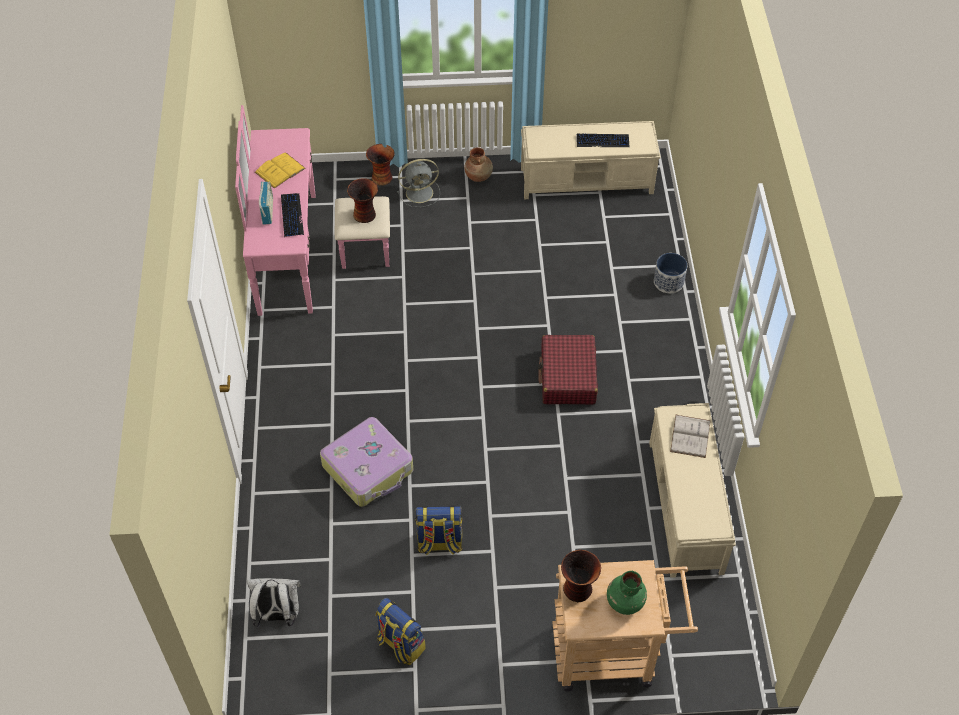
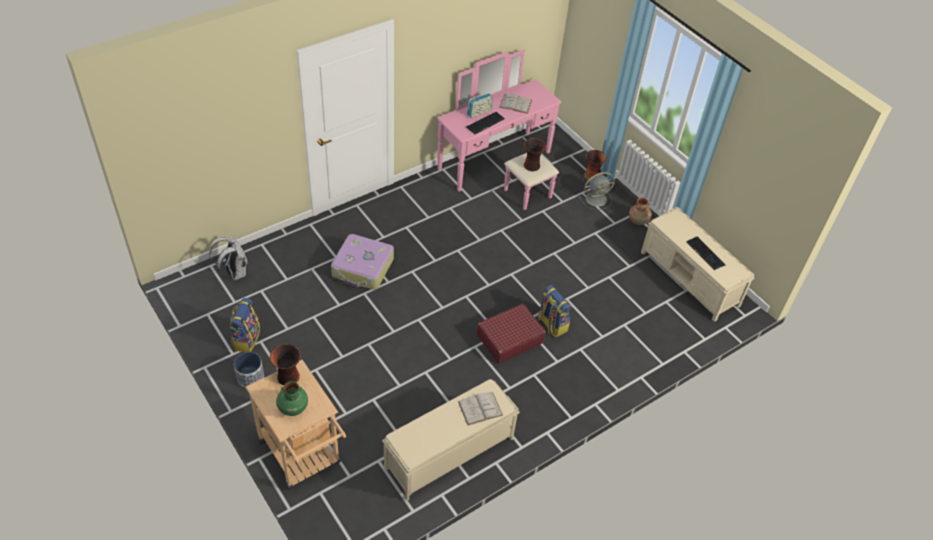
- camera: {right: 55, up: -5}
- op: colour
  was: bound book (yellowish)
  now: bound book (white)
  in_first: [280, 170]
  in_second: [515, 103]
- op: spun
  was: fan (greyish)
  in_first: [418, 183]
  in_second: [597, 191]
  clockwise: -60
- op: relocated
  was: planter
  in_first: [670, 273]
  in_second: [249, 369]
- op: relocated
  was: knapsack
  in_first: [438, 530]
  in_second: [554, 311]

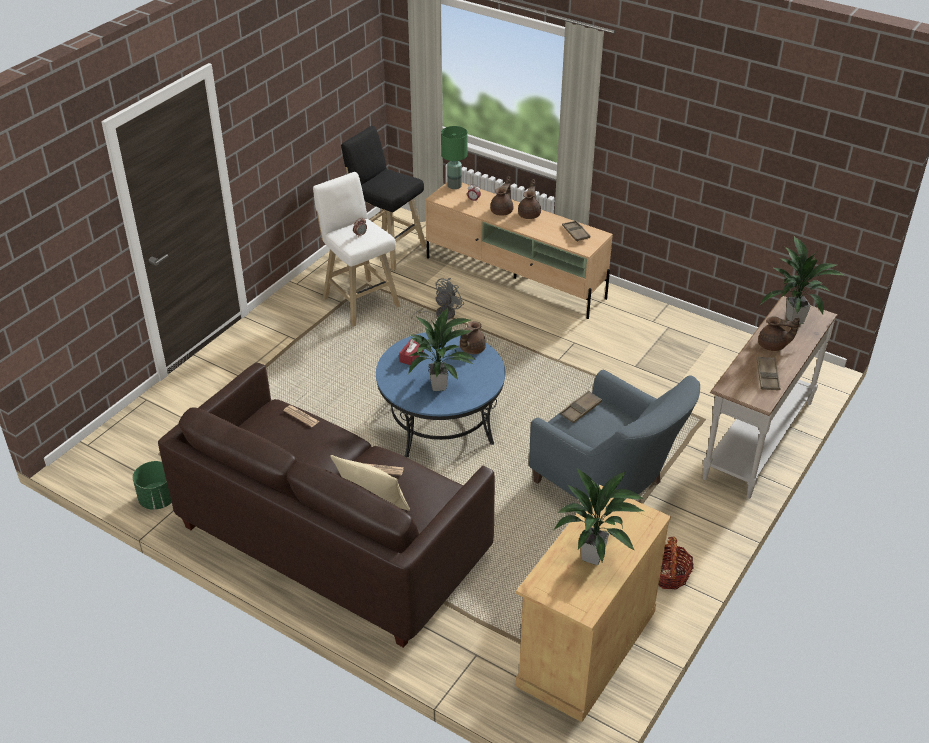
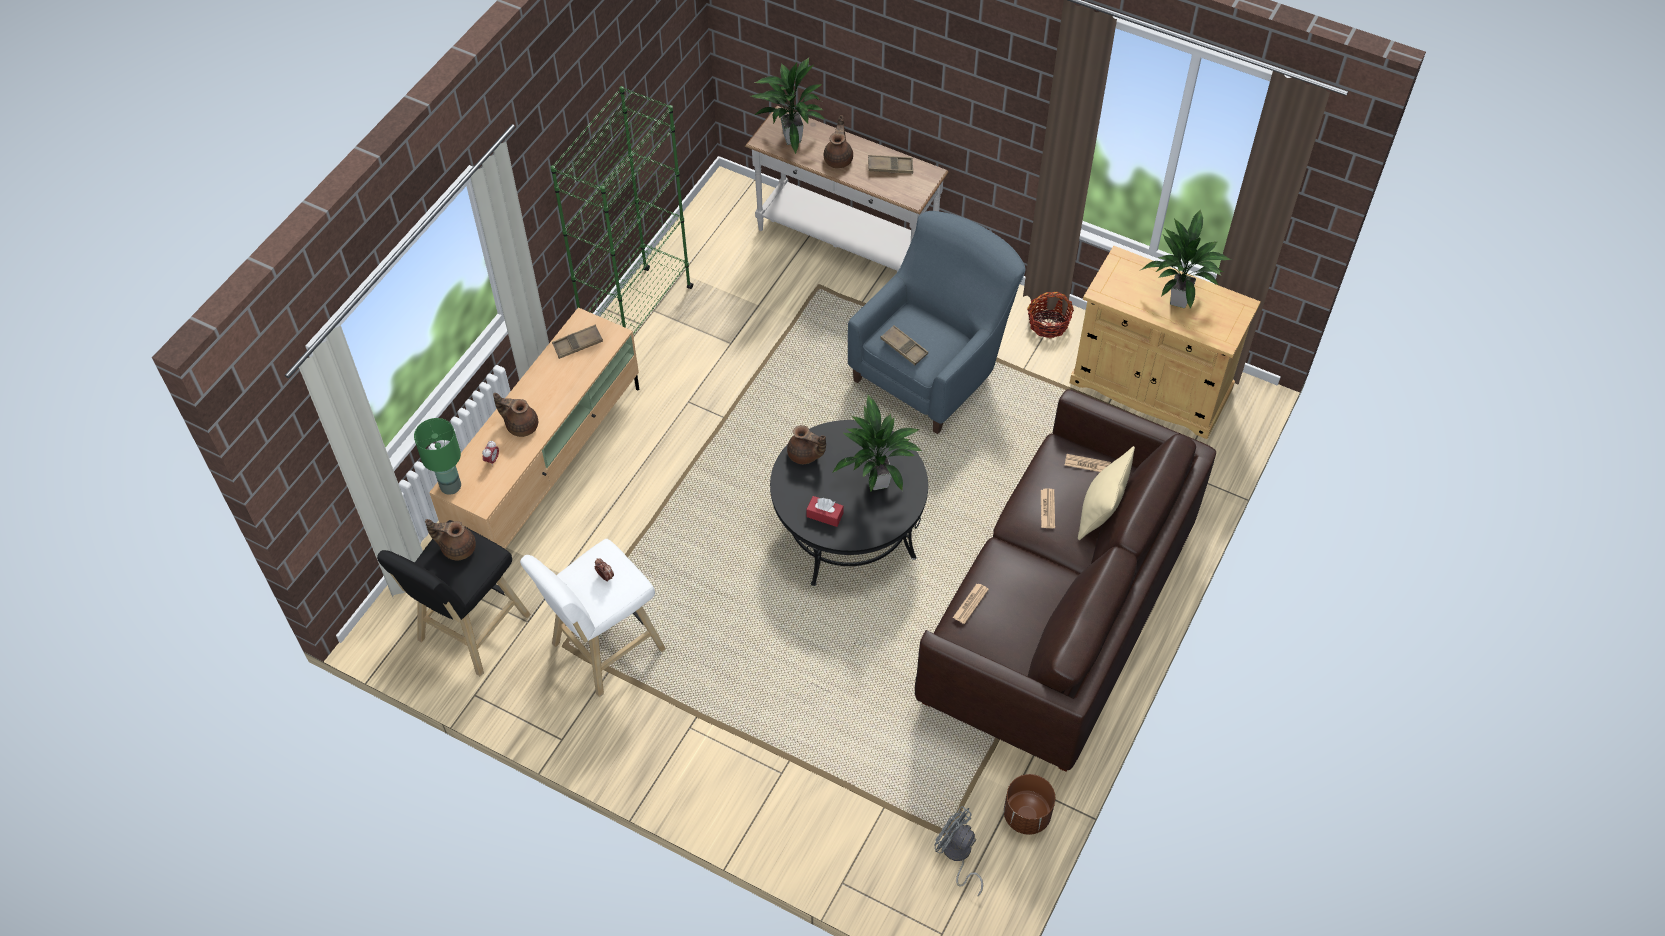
- camera: {right: -95, up: 15}
- op: relocated
  was: tea pot (brownish)
  in_first: [529, 199]
  in_second: [450, 540]
- op: relocated
  was: fan (greyish)
  in_first: [437, 299]
  in_second: [958, 851]
- op: colour
  was: low table (blue)
  now: low table (black-coloured)
  in_first: [440, 394]
  in_second: [849, 503]
- op: colour
  was: planter (green-coloured)
  now: planter (brownish)
  in_first: [152, 485]
  in_second: [1029, 804]
- op: appeared
  now: bookshelf (green-coloured)
  in_second: [621, 210]
- op: appeared
  now: daily paper
  in_second: [1088, 463]

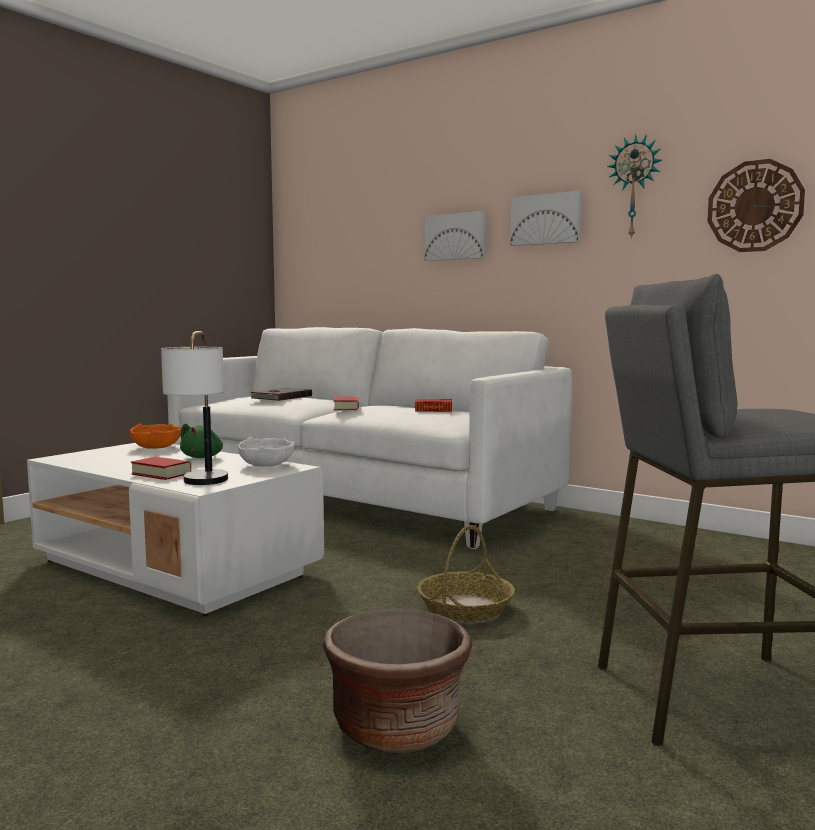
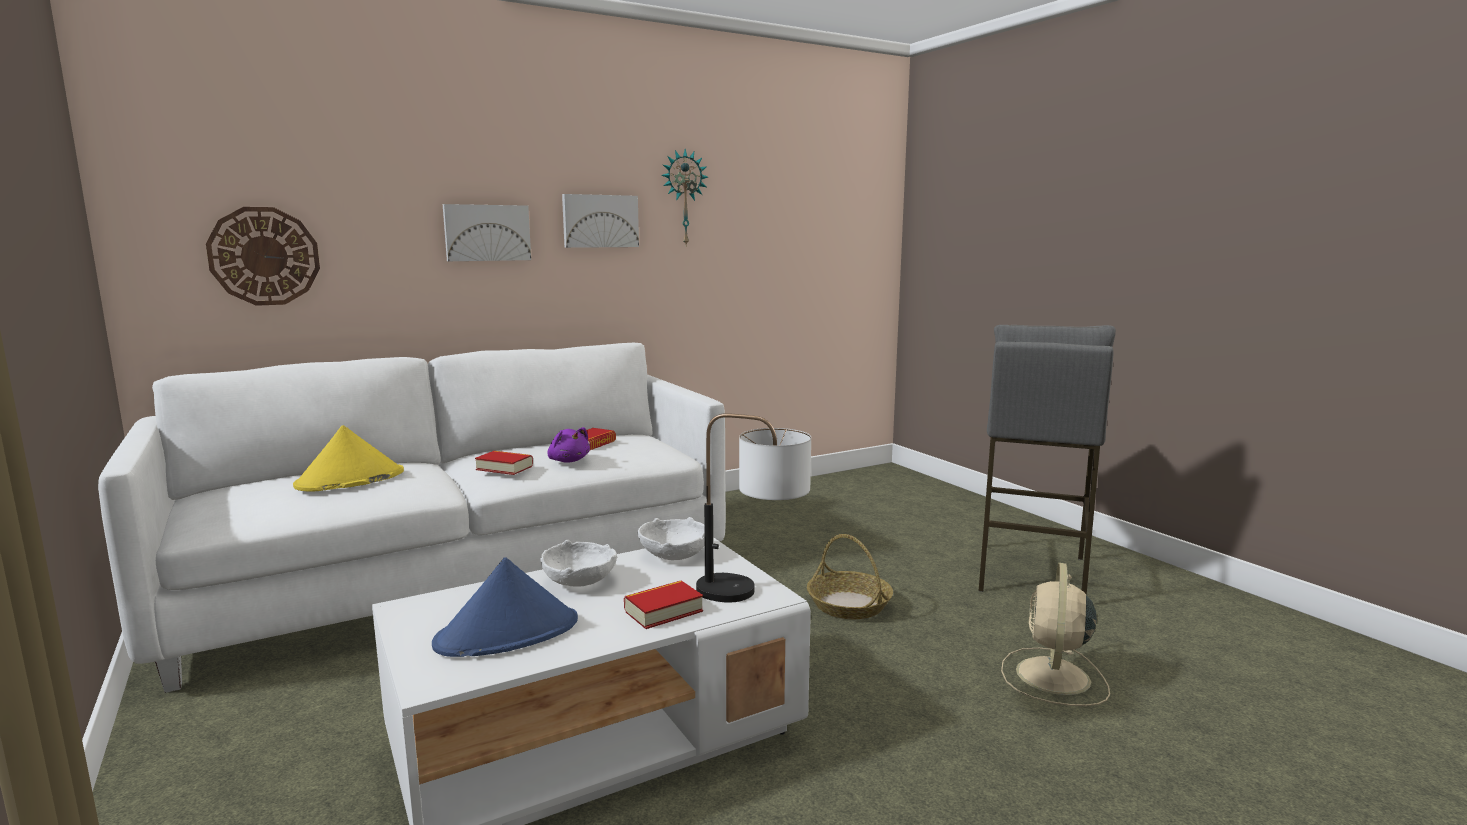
- camera: {right: -65, up: 5}
- op: relocated
  was: clock on the wall
  in_first: [756, 205]
  in_second: [263, 256]
- op: exchanged
  was: bound book (brownish)
  now: clothing hat (yellowish)
  in_first: [280, 394]
  in_second: [348, 458]
- op: missing
  was: bowl (orange)
  in_first: [156, 436]
- op: exchanged
  was: cuddly toy (green-coloured)
  now: bowl (white)
  in_first: [201, 441]
  in_second: [578, 563]
- op: exchanged
  was: planter (brownish)
  now: fan (beige-coloured)
  in_first: [397, 680]
  in_second: [1055, 634]
- op: appeared
  now: cuddly toy (purple)
  in_second: [568, 445]
- op: appeared
  now: clothing hat (blue)
  in_second: [505, 607]

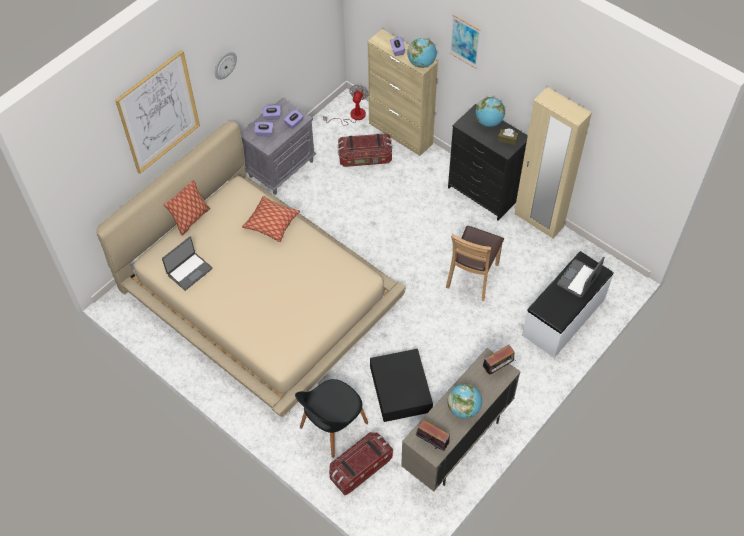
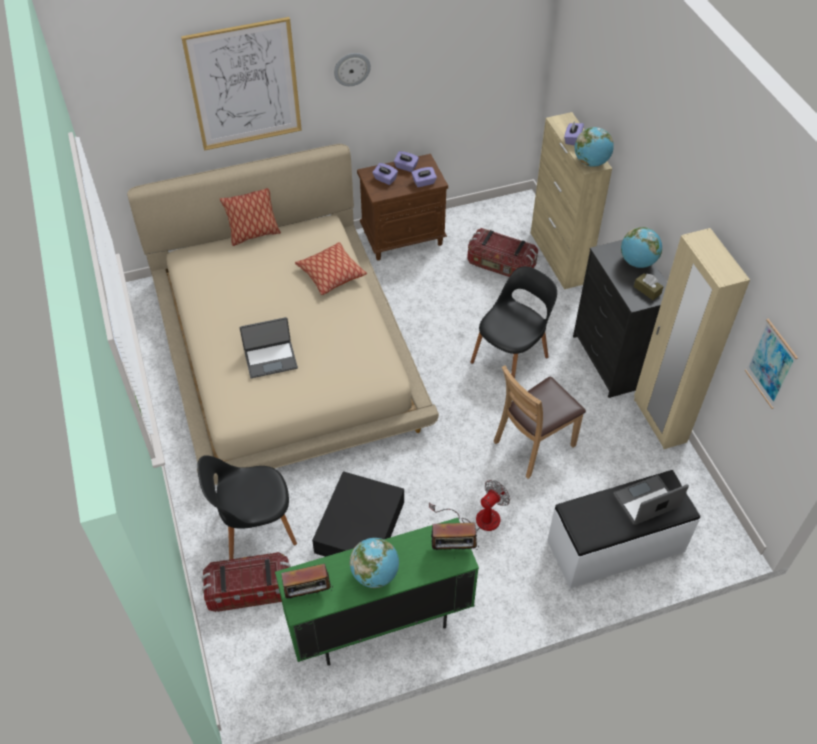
- camera: {right: 30, up: -5}
- op: relocated
  was: wall picture
  in_first: [465, 41]
  in_second: [771, 364]
- op: relocated
  was: fan
  in_first: [345, 105]
  in_second: [469, 505]
- op: colour
  was: nightstand (greyish)
  now: nightstand (brownish)
  in_first: [278, 146]
  in_second: [402, 207]
- op: relocated
  was: notebook computer
  in_first: [187, 264]
  in_second: [269, 347]
- op: colour
  was: storage cabinet (beige-coloured)
  now: storage cabinet (green-coloured)
  in_first: [461, 420]
  in_second: [377, 592]
- op: spun
  was: radio set
  in_first: [433, 435]
  in_second: [307, 581]
  clockwise: 105
- op: appeared
  now: upright chair (black-coloured)
  in_second: [513, 322]

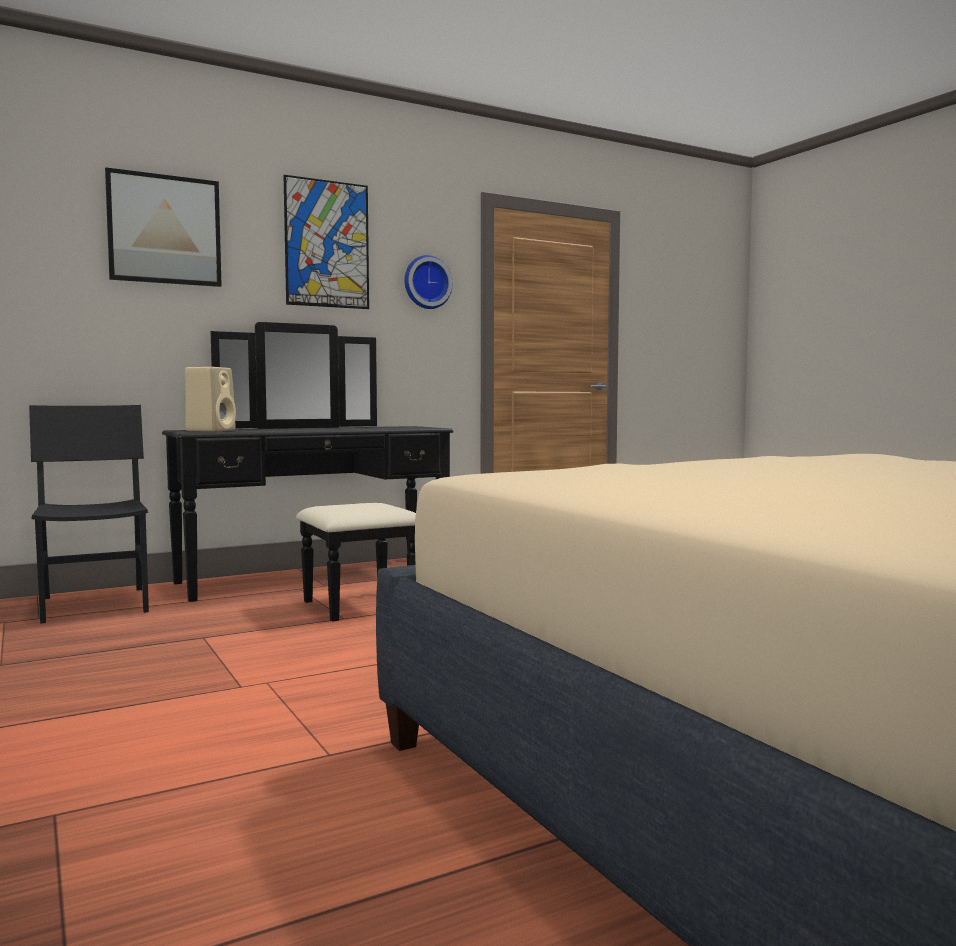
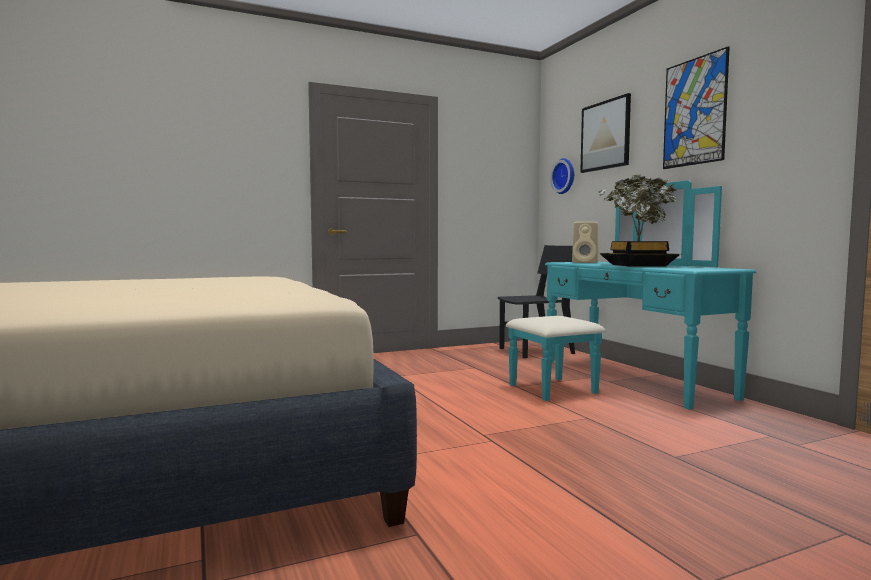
- camera: {right: 95, up: 0}
- op: relocated
  was: clock on the wall
  in_first: [428, 282]
  in_second: [562, 176]
- op: colour
  was: chest of drawers (black-coloured)
  now: chest of drawers (blue-green)
  in_first: [308, 472]
  in_second: [631, 295]
- op: appeared
  now: plant in a pot
  in_second: [638, 220]

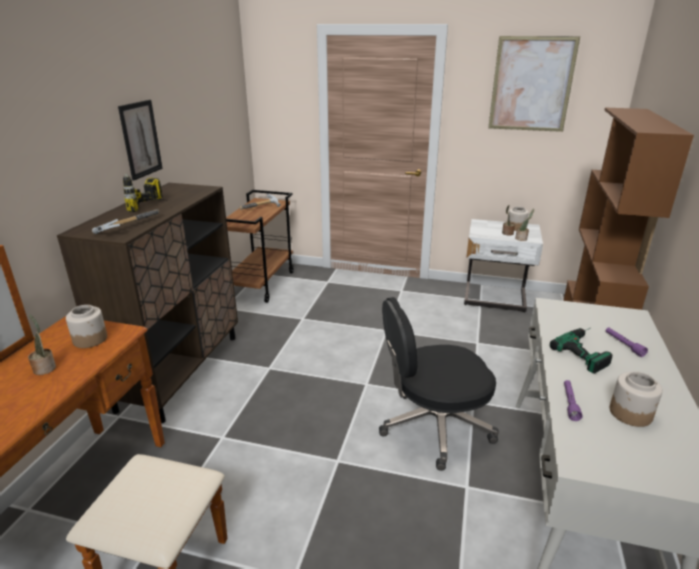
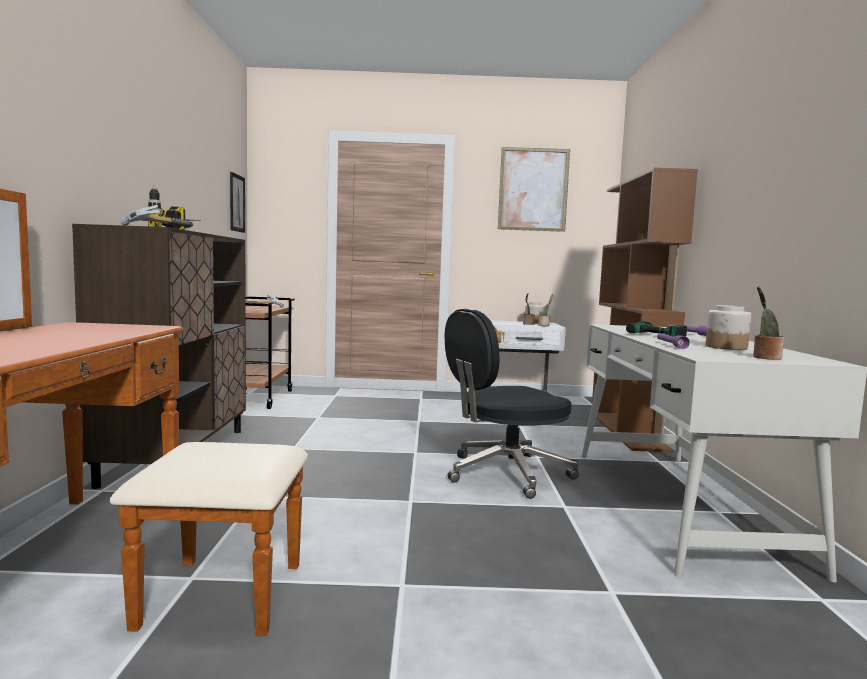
- camera: {right: -15, up: -20}
- op: relocated
  was: wall picture
  in_first: [140, 140]
  in_second: [237, 202]
- op: missing
  was: jar
  in_first: [86, 326]
- op: relocated
  was: plant in a pot
  in_first: [42, 344]
  in_second: [768, 323]

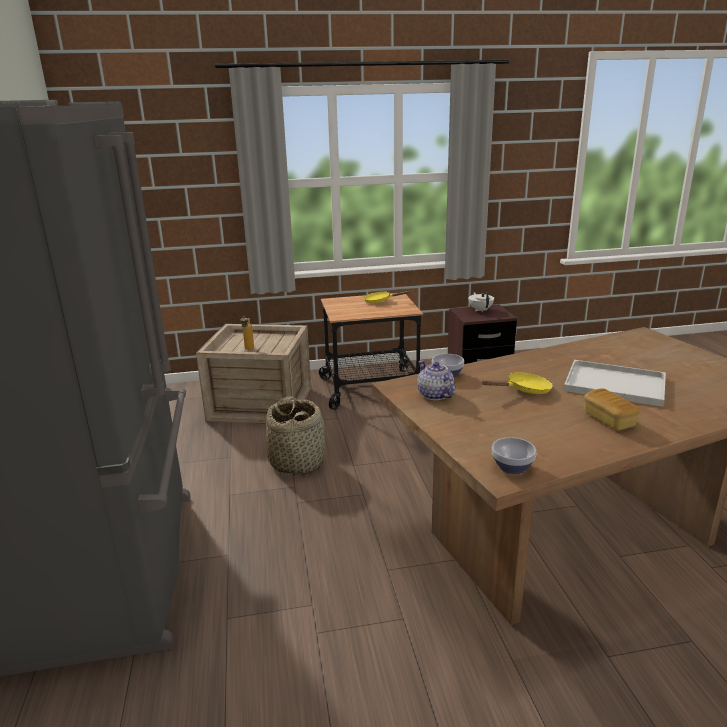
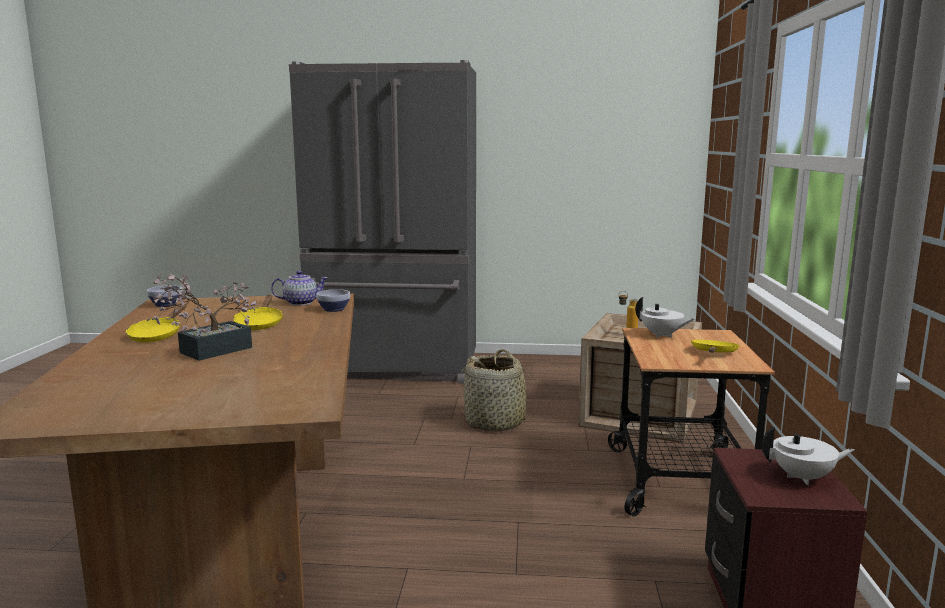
- camera: {right: 105, up: -10}
- op: exchanged
  was: tray (white)
  now: plant in a pot
  in_first: [615, 383]
  in_second: [204, 317]
- op: exchanged
  was: baked bread
  now: pan (yellowish)
  in_first: [612, 409]
  in_second: [156, 323]
- op: appeared
  now: tea pot (white)
  in_second: [664, 317]

